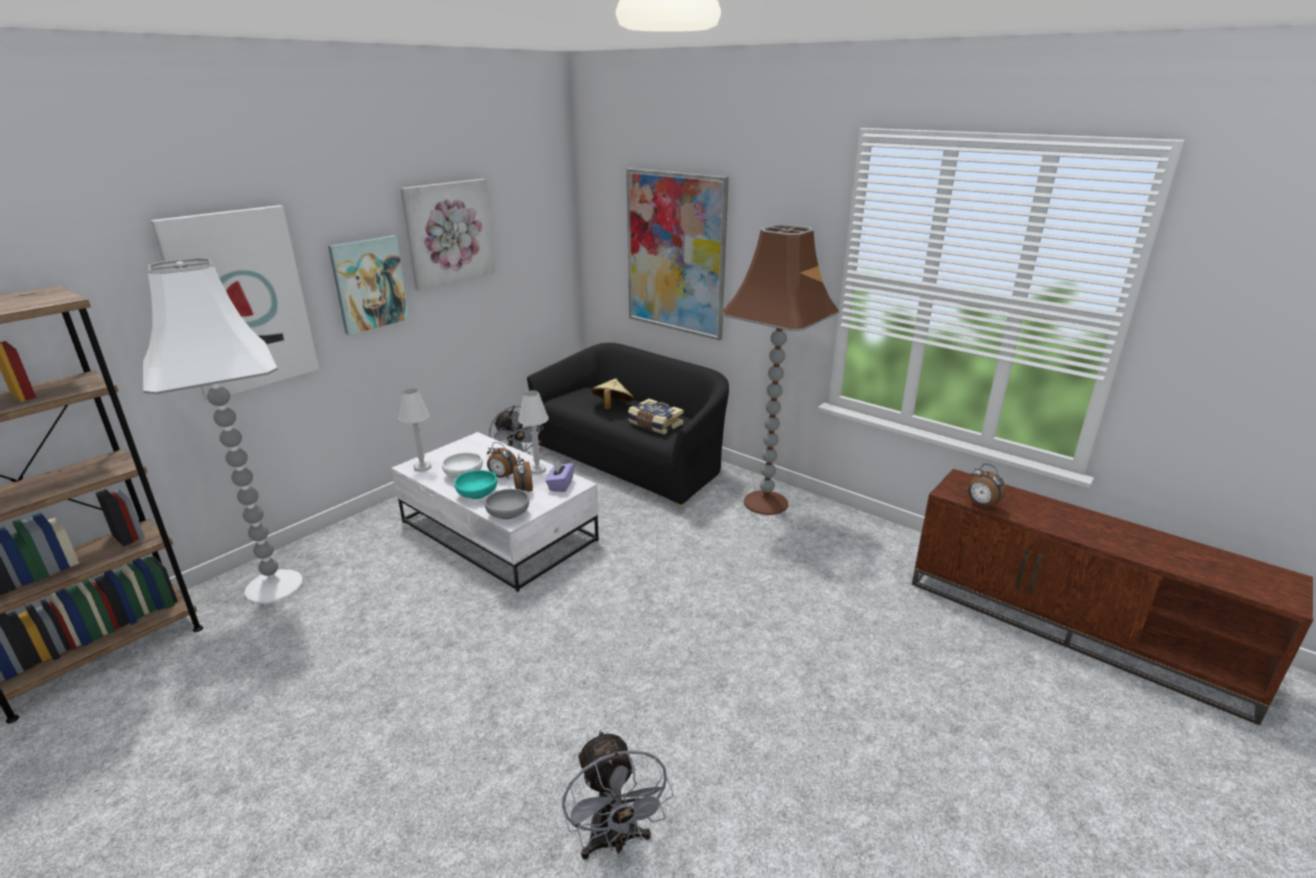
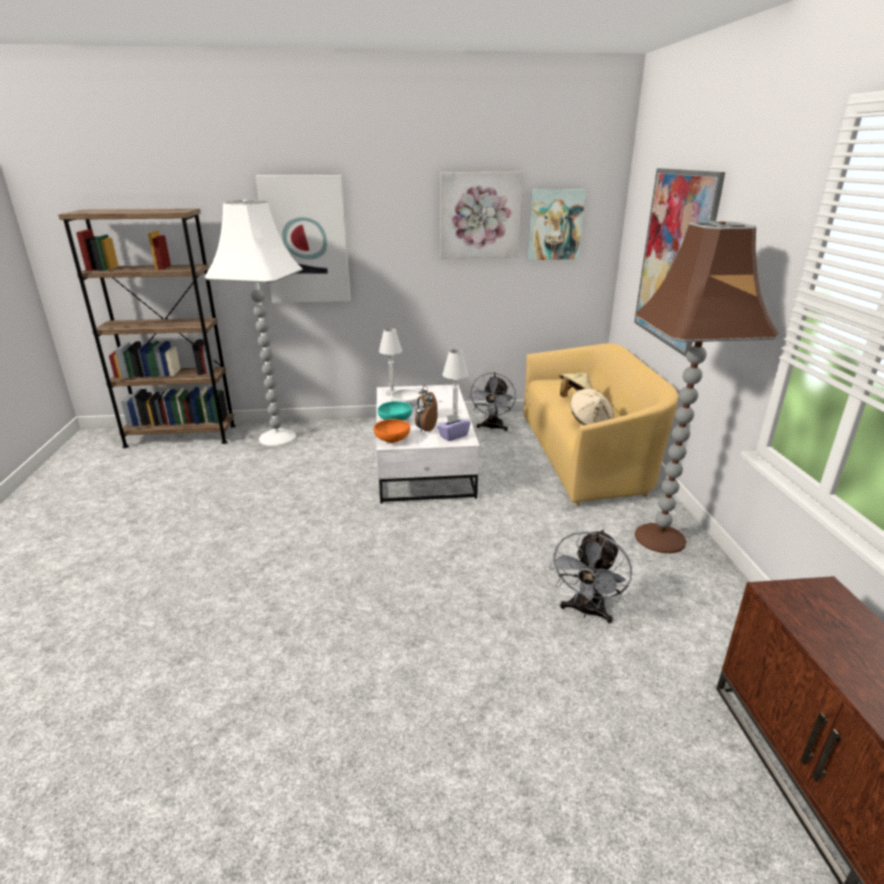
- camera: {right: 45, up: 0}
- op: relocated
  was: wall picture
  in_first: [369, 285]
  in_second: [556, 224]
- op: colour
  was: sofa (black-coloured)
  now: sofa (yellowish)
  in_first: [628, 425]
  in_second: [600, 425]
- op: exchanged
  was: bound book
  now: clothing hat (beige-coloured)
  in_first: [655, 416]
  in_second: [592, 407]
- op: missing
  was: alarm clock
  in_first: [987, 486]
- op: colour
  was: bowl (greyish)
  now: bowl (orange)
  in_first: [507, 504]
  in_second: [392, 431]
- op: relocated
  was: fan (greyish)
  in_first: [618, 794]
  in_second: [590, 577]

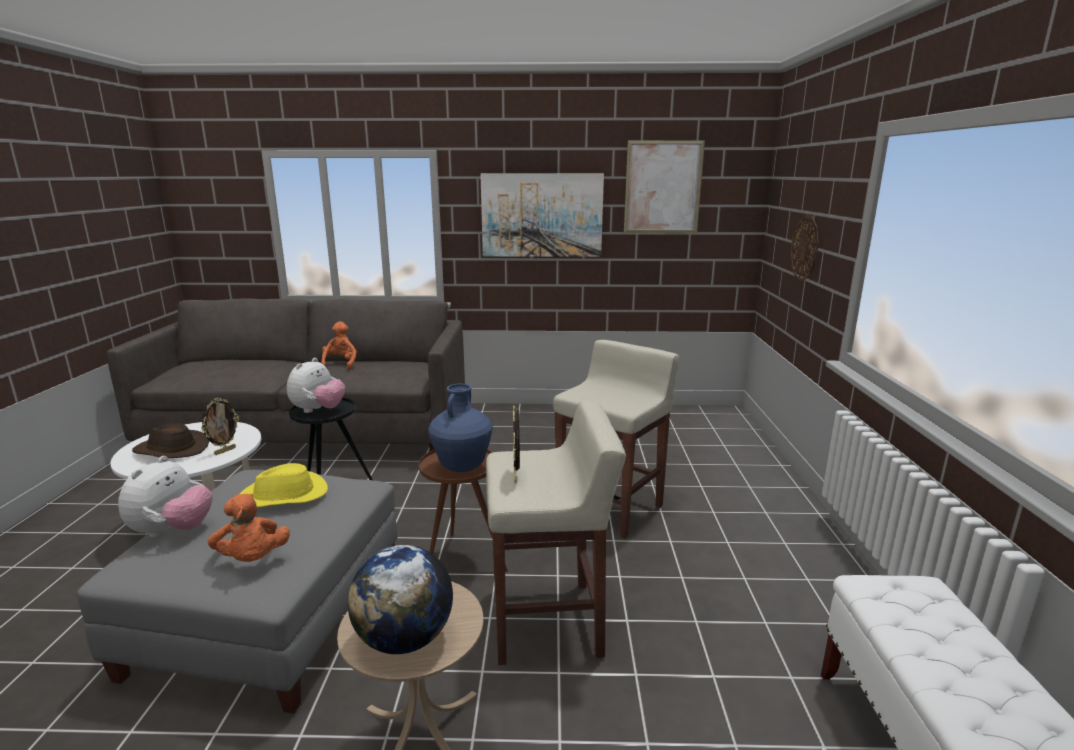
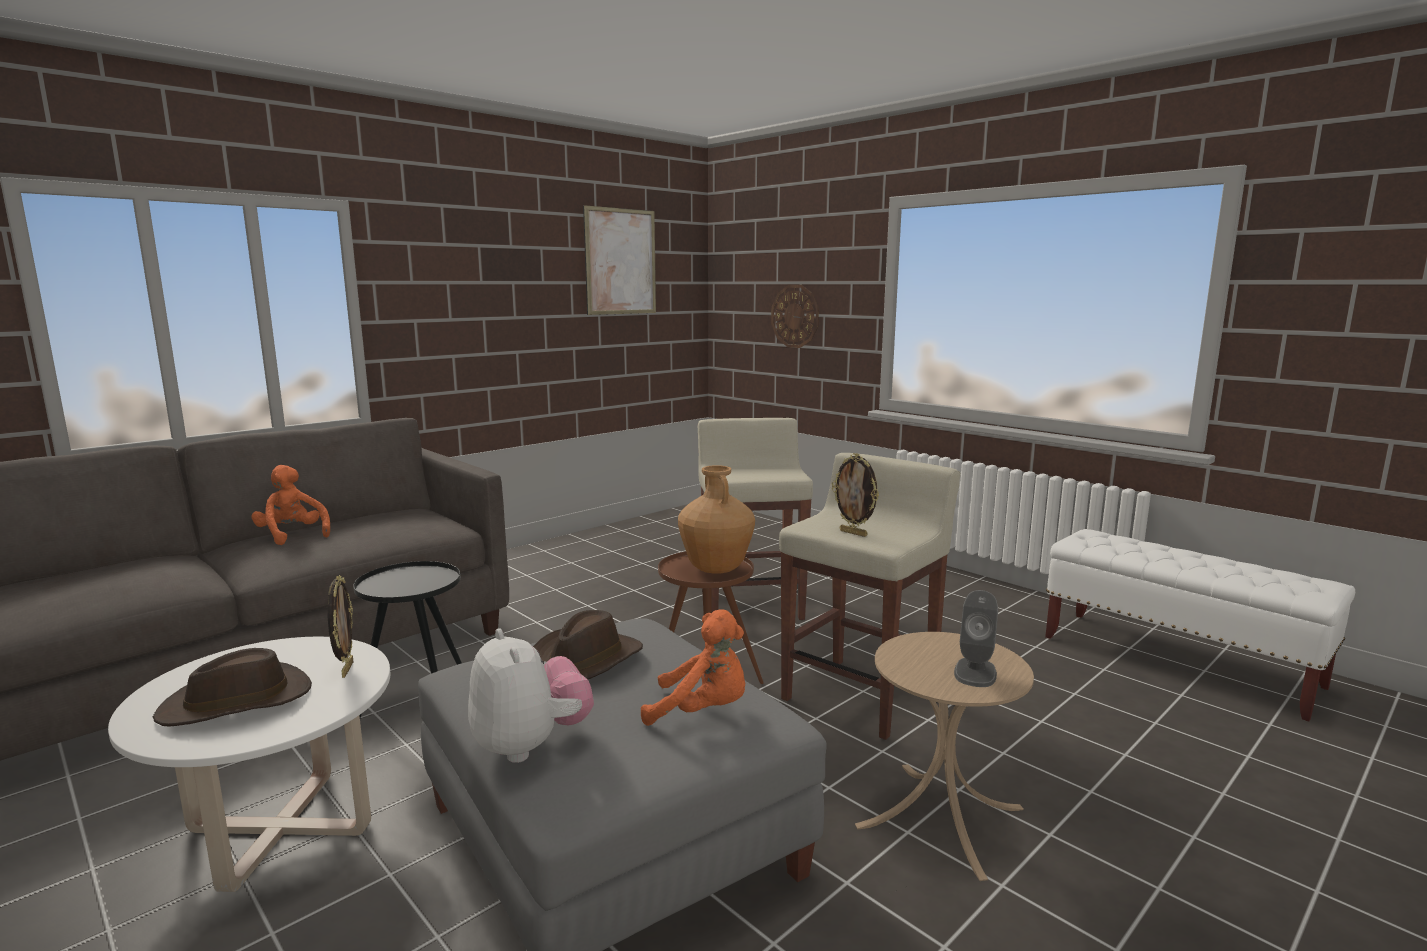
- camera: {right: -45, up: -5}
- op: missing
  was: wall picture
  in_first: [542, 215]
- op: missing
  was: cuddly toy
  in_first: [316, 385]
- op: colour
  was: flower vase (blue)
  now: flower vase (brownish)
  in_first: [460, 428]
  in_second: [716, 519]
- op: colour
  was: clothing hat (yellowish)
  now: clothing hat (brownish)
  in_first: [284, 485]
  in_second: [588, 644]
- op: exchanged
  was: globe
  now: loudspeaker (greyish)
  in_first: [400, 599]
  in_second: [976, 638]

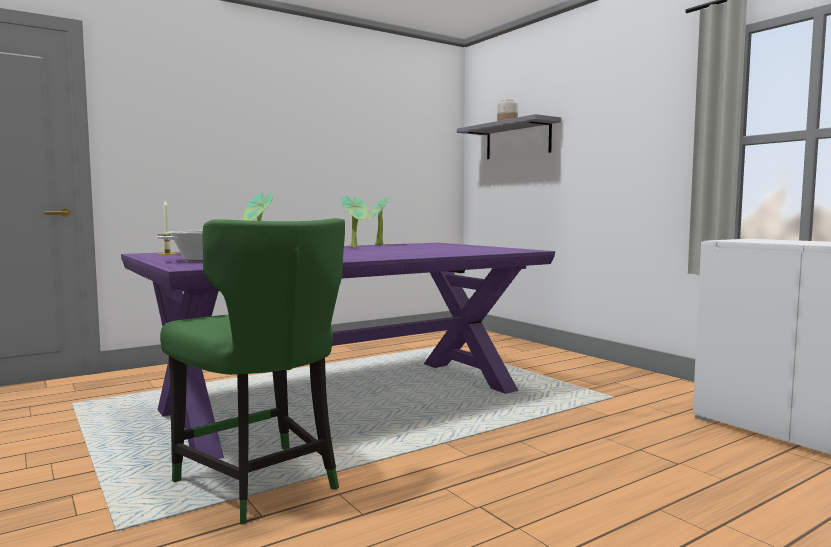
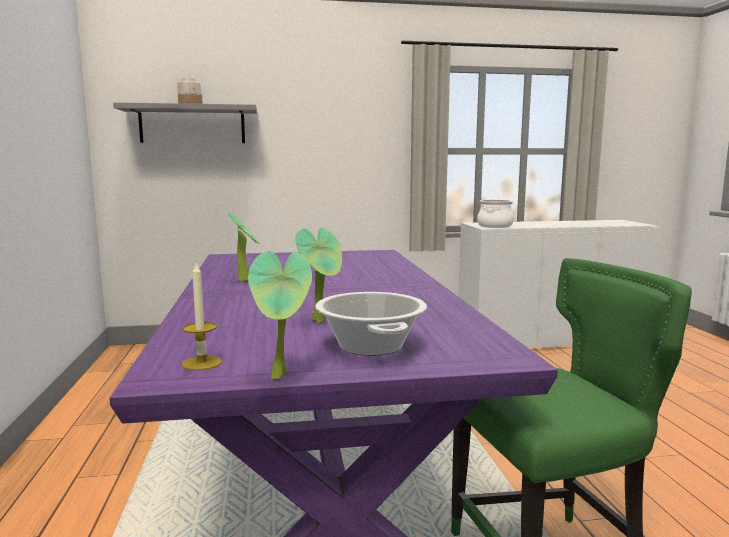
- camera: {right: -65, up: 5}
- op: relocated
  was: plant in a pot
  in_first: [379, 221]
  in_second: [280, 315]
- op: appeared
  now: saucepot
  in_second: [495, 214]

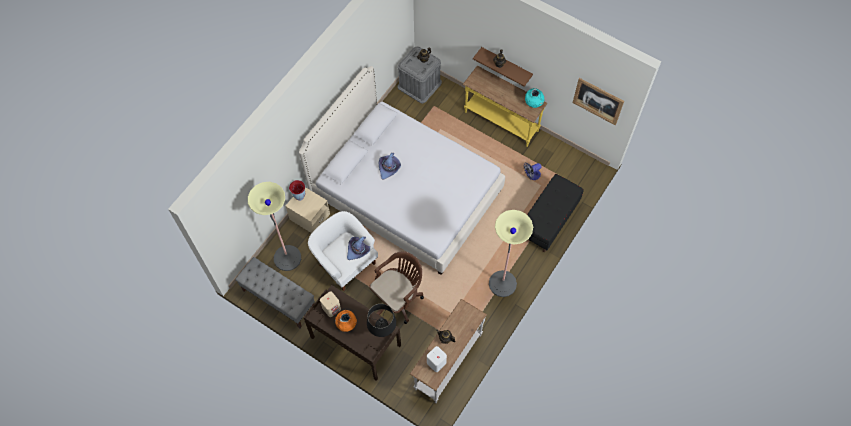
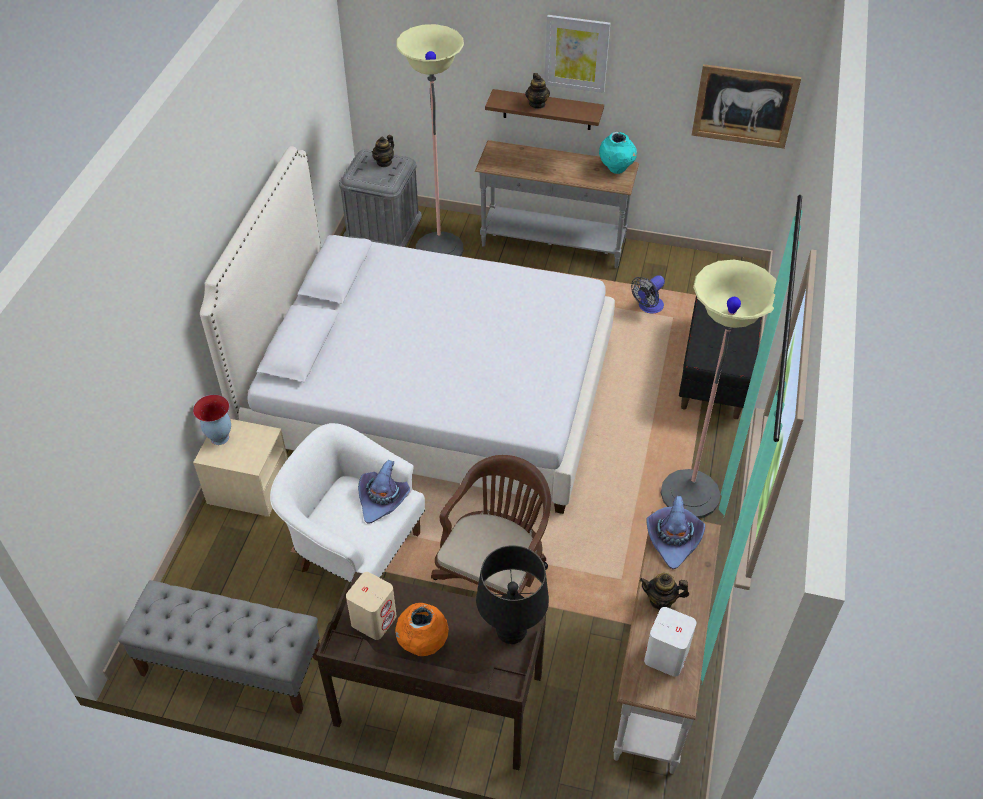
- camera: {right: -20, up: -15}
- op: colour
  was: hall table (yellowish)
  now: hall table (greyish)
  in_first: [505, 106]
  in_second: [557, 204]
- op: relocated
  was: clothing hat (purple)
  in_first: [389, 166]
  in_second: [675, 532]
- op: relocated
  was: standing lamp
  in_first: [274, 226]
  in_second: [430, 140]
- op: appeared
  now: wall picture
  in_second: [577, 54]

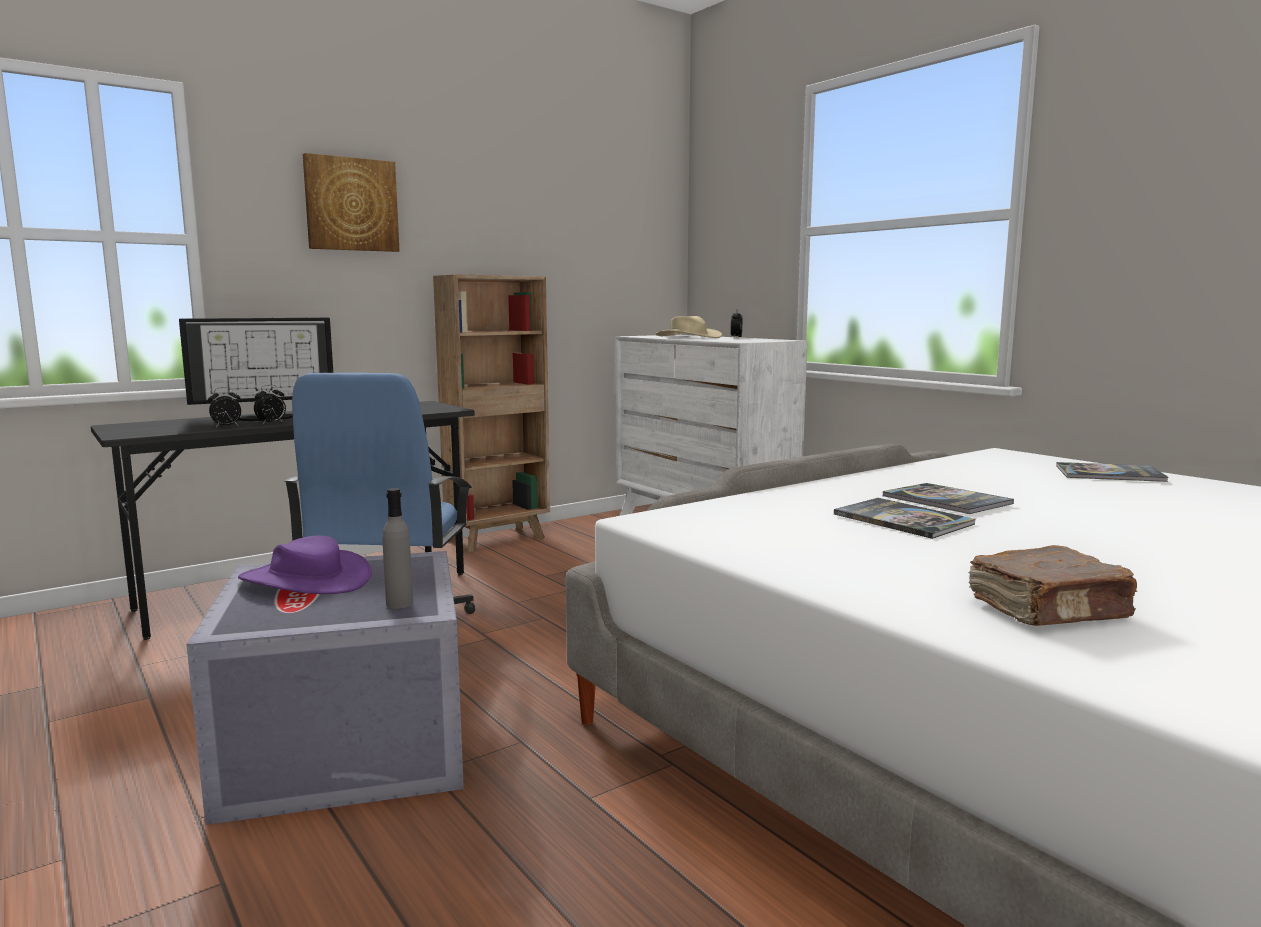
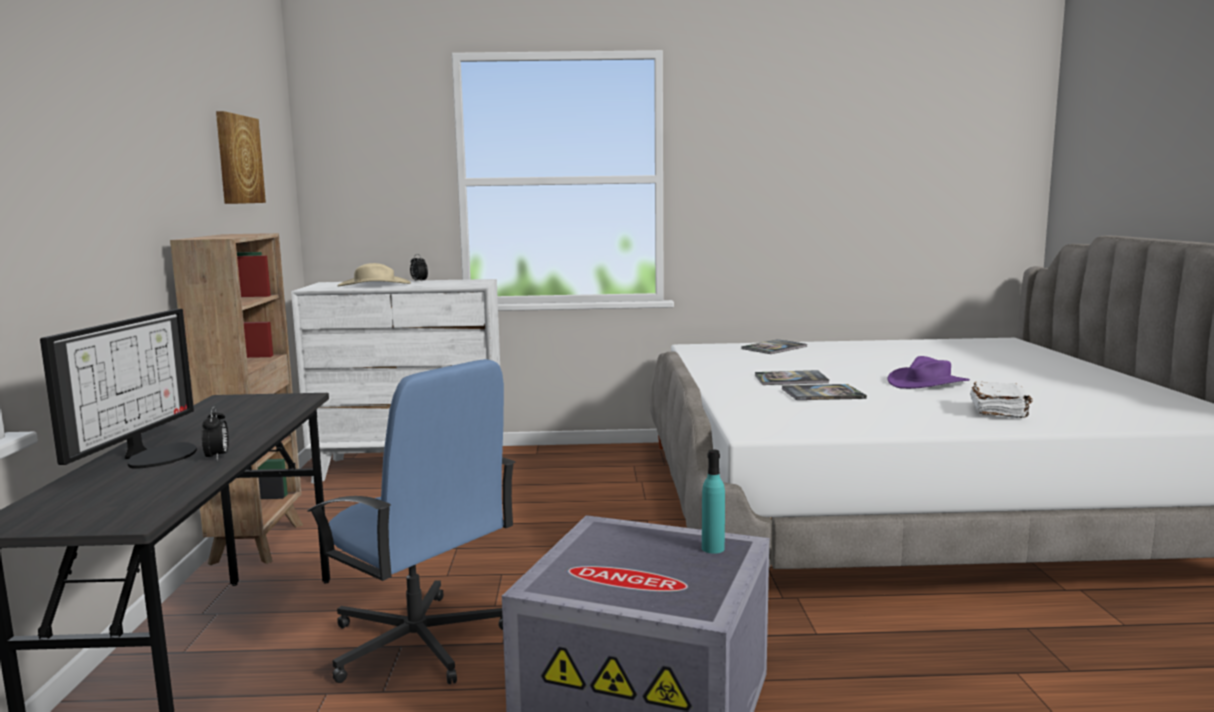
- camera: {right: -55, up: 0}
- op: relocated
  was: wall picture
  in_first: [351, 202]
  in_second: [241, 157]
- op: missing
  was: alarm clock
  in_first: [224, 407]
- op: colour
  was: bottle (greyish)
  now: bottle (blue-green)
  in_first: [398, 548]
  in_second: [713, 502]
- op: relocated
  was: clothing hat (purple)
  in_first: [305, 565]
  in_second: [928, 372]
- op: colour
  was: bound book (brownish)
  now: bound book (white)
  in_first: [1053, 585]
  in_second: [1001, 399]

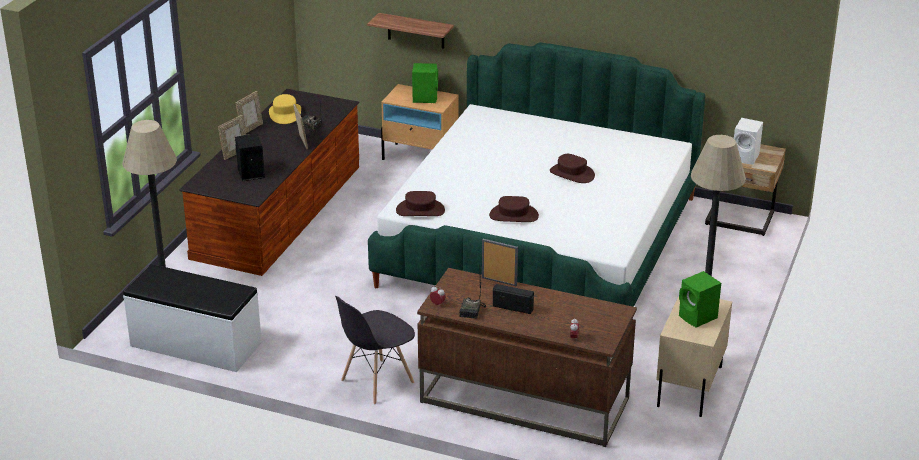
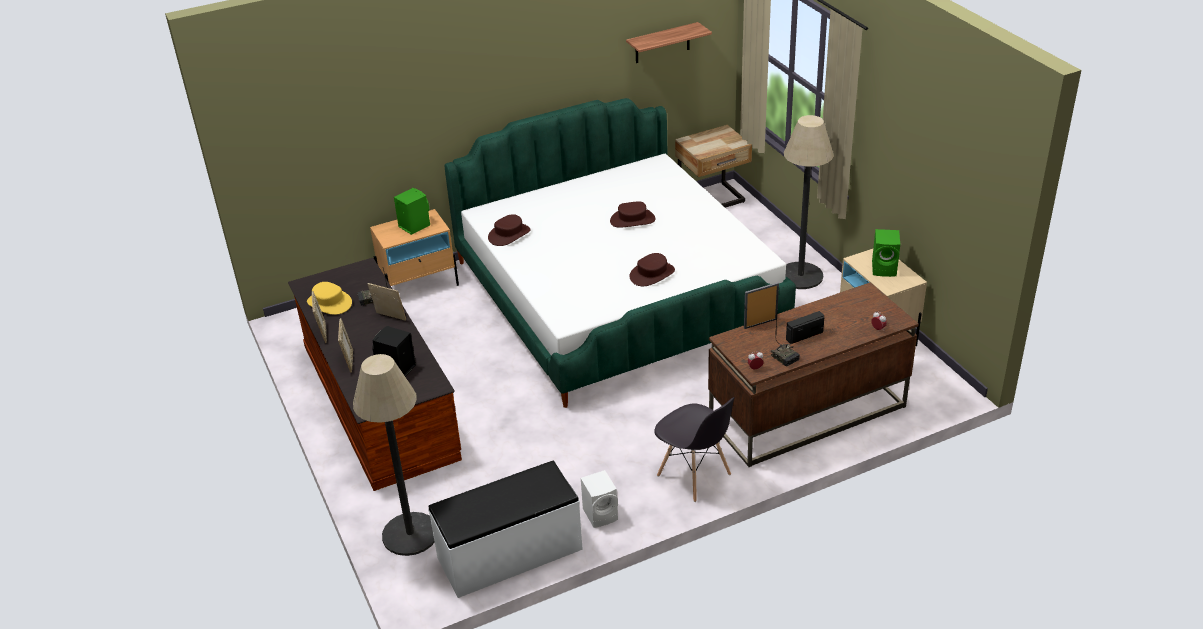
- camera: {right: -45, up: 5}
- op: relocated
  was: shelf
  in_first: [410, 31]
  in_second: [669, 42]
- op: relocated
  was: loudspeaker (white)
  in_first: [748, 141]
  in_second: [599, 499]
- op: relocated
  was: clothing hat (brownish)
  in_first: [420, 203]
  in_second: [509, 230]
- op: spun
  was: upright chair (greyish)
  in_first: [375, 350]
  in_second: [694, 449]
  clockwise: -45

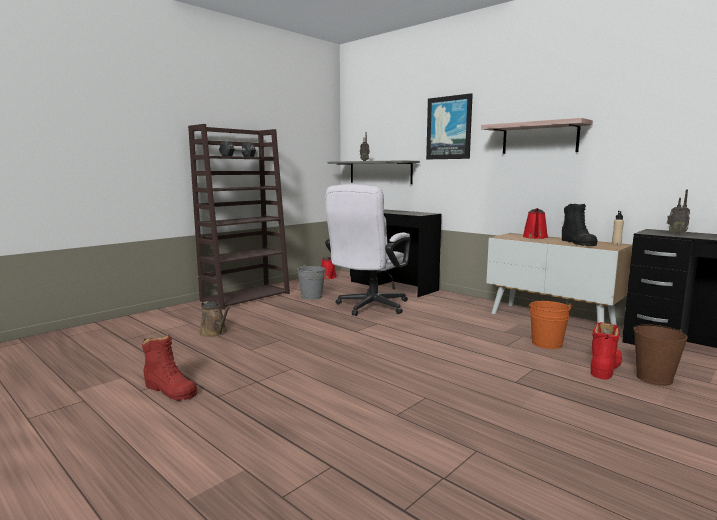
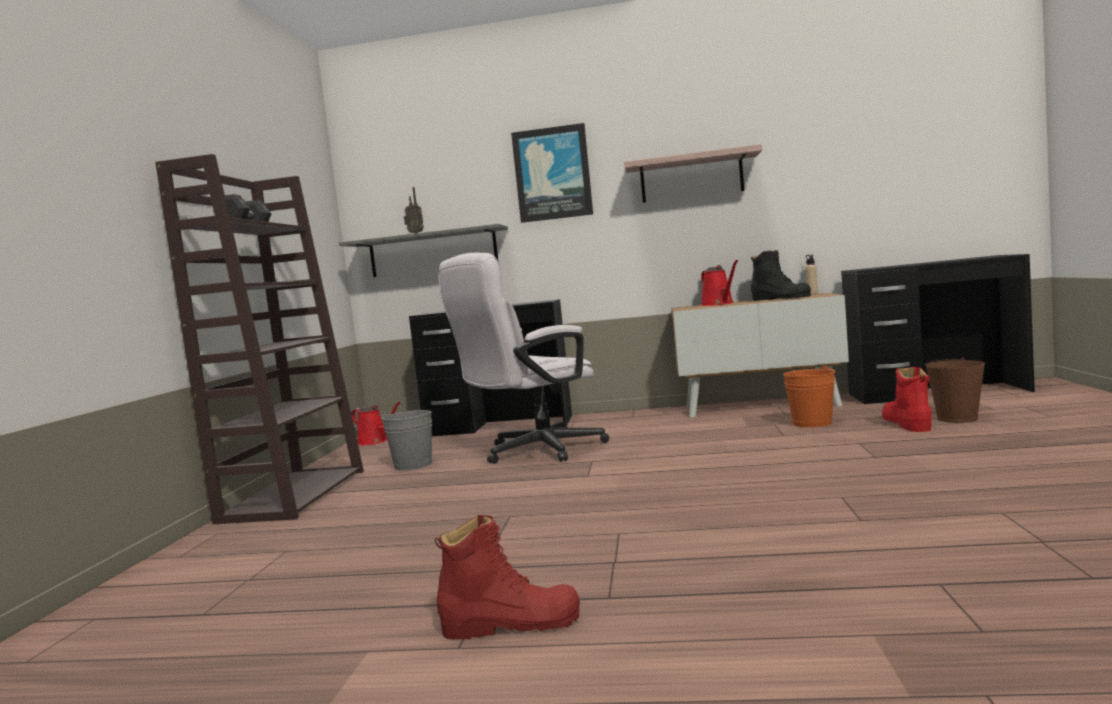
- camera: {right: -35, up: -5}
- op: spun
  was: desk chair (white)
  in_first: [367, 250]
  in_second: [523, 358]
  clockwise: 60
- op: missing
  was: radio set
  in_first: [678, 212]
- op: missing
  was: watering can (brownish)
  in_first: [214, 319]

